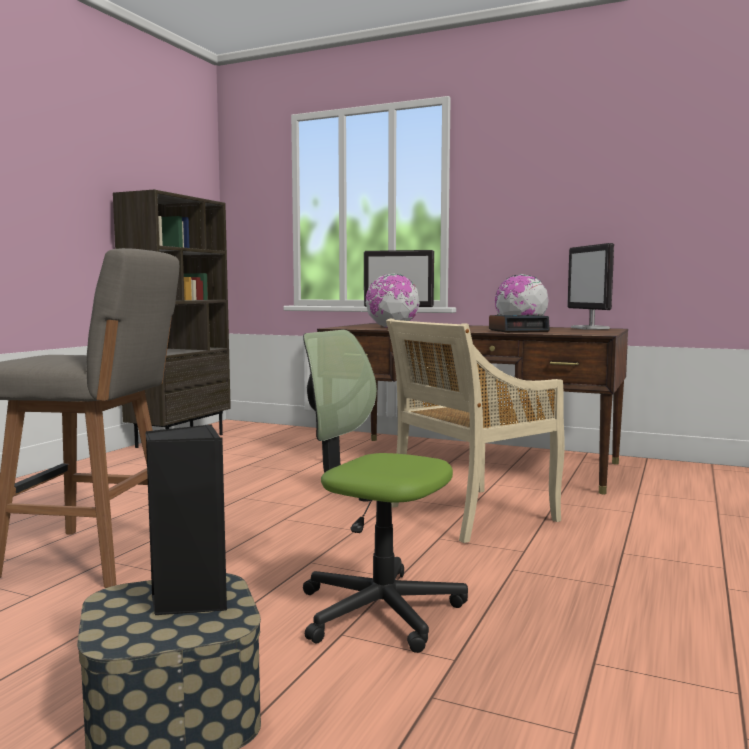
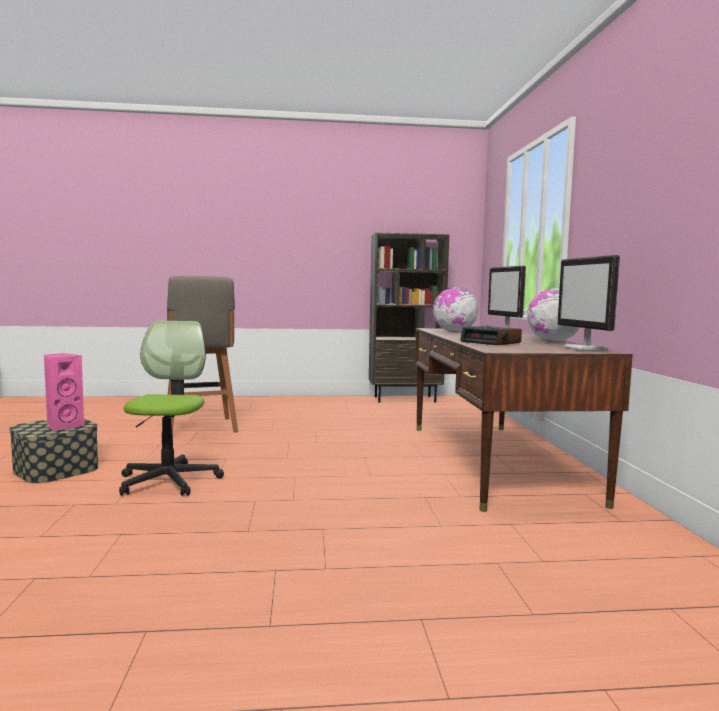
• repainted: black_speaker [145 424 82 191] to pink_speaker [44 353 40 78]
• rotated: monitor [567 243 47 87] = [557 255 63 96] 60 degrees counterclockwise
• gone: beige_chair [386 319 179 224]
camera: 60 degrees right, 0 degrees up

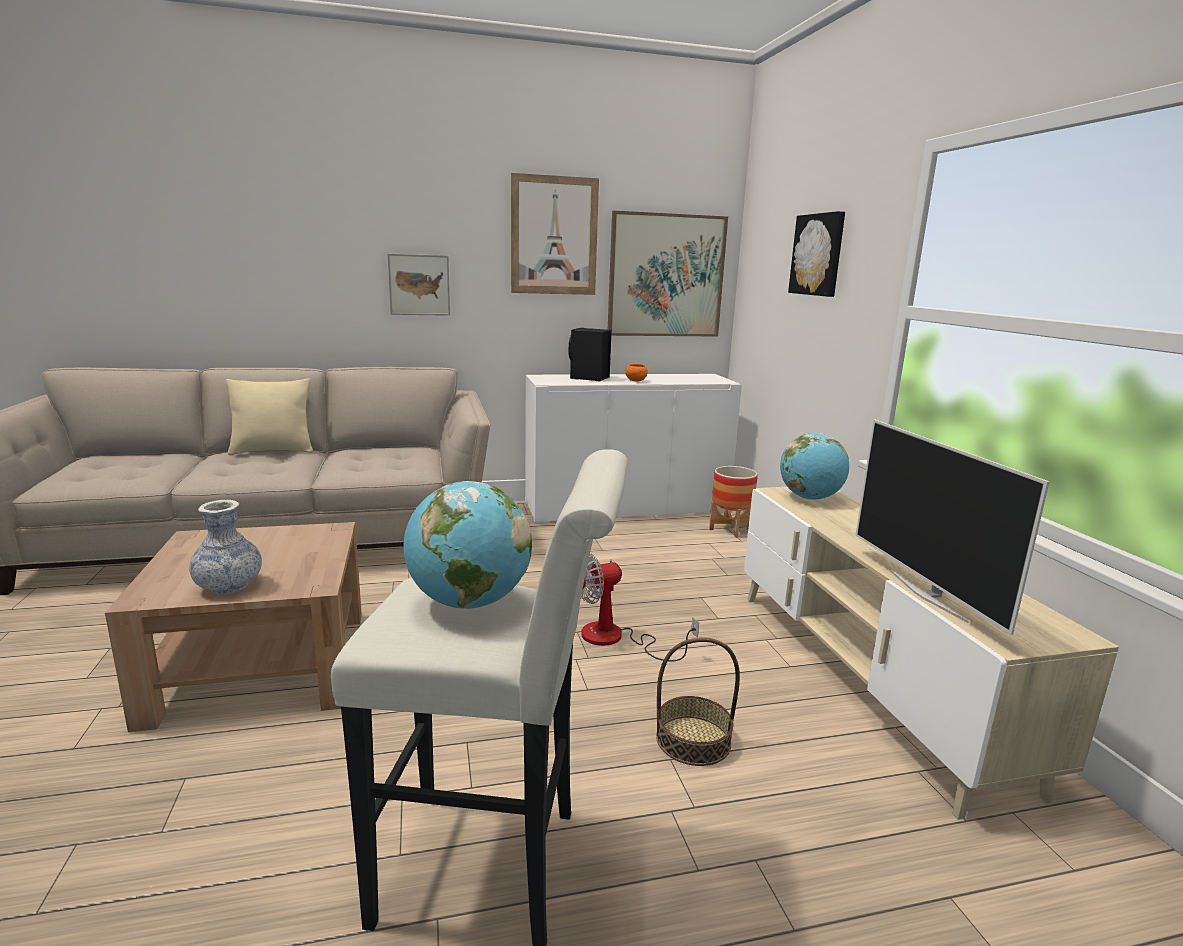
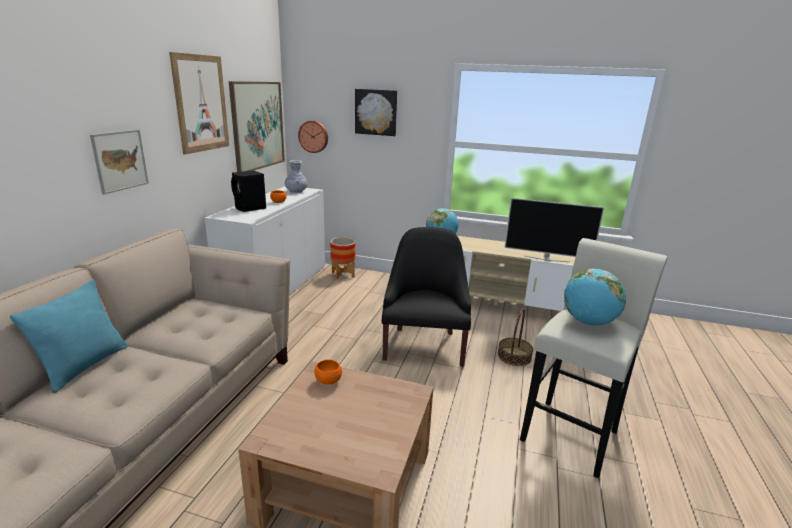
• repainted: beige_pillow [226 378 87 77] to turquoise_pillow [10 279 118 114]
• shifted: vase [189 500 73 94] to [285 160 23 33]
• new: wall_clock [298 121 30 32]
• new: orange_bowl [314 360 28 24]
• swapped: fan [581 553 118 108] to black_armchair [382 227 89 140]
camera: 60 degrees left, 5 degrees up

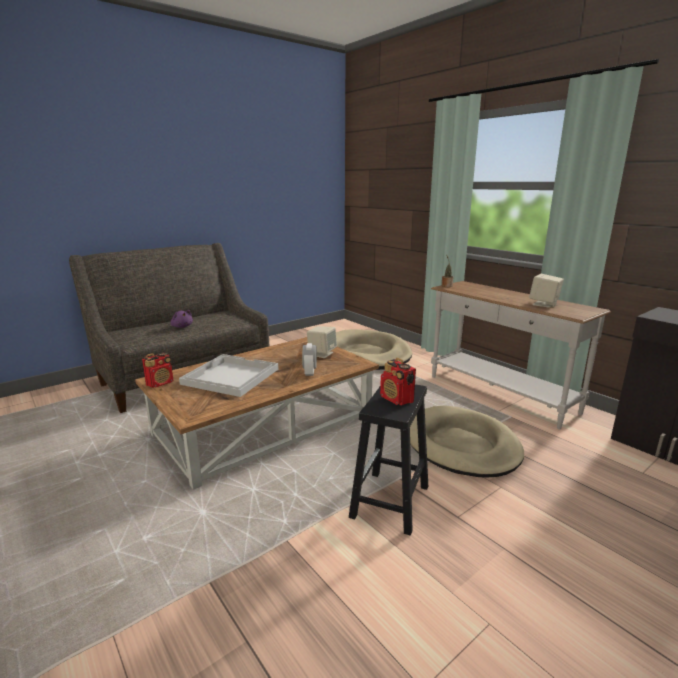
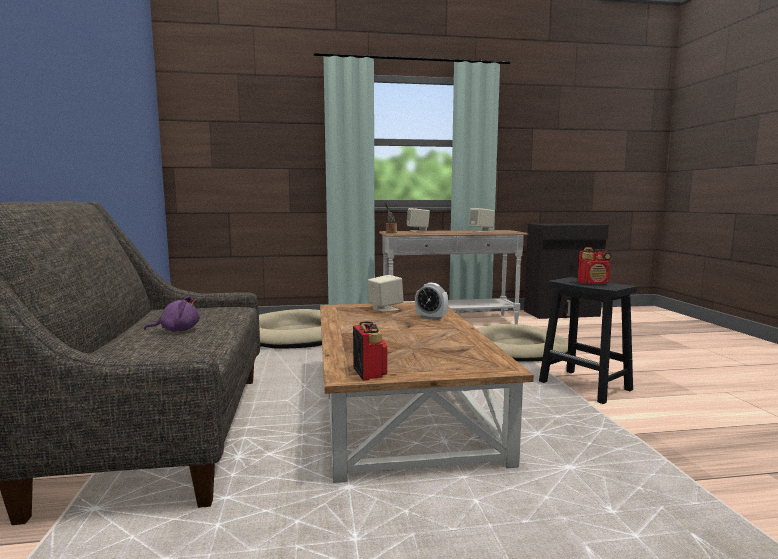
• new: beige_speaker [407 208 23 24]
• gone: white_tray [179 354 99 43]
camera: 60 degrees left, 10 degrees down

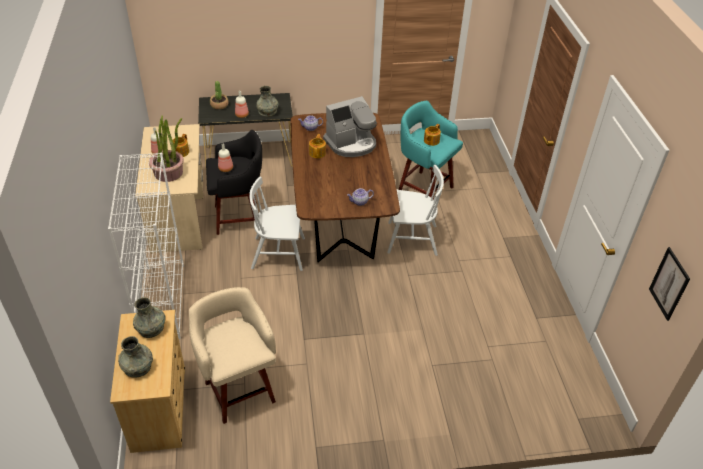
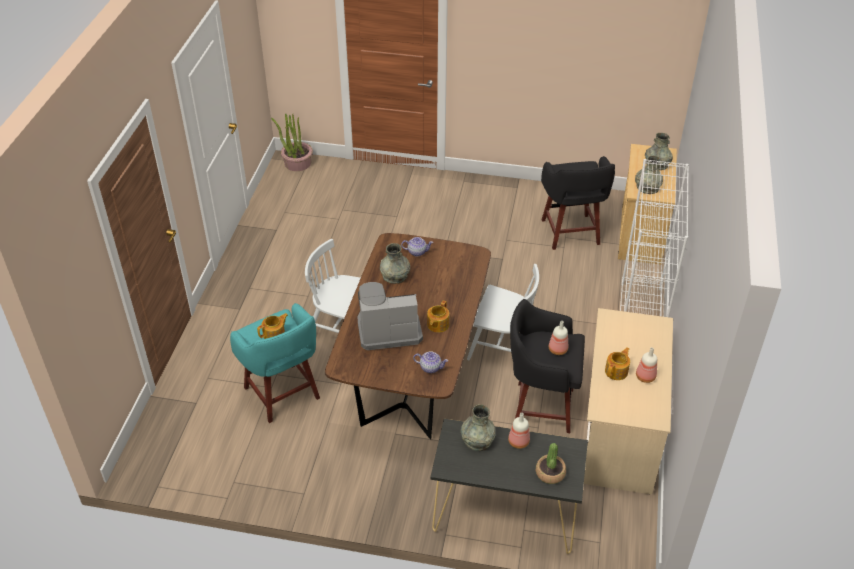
• shifted: potted_plant [149 115 35 67] to [271 113 42 58]
• new: grey_vase [380 243 30 41]
• repainted: beige_stool [189 287 87 137] to black_stool [541 156 74 94]
• gone: picture [649 247 41 74]
camera: 160 degrees left, 0 degrees up

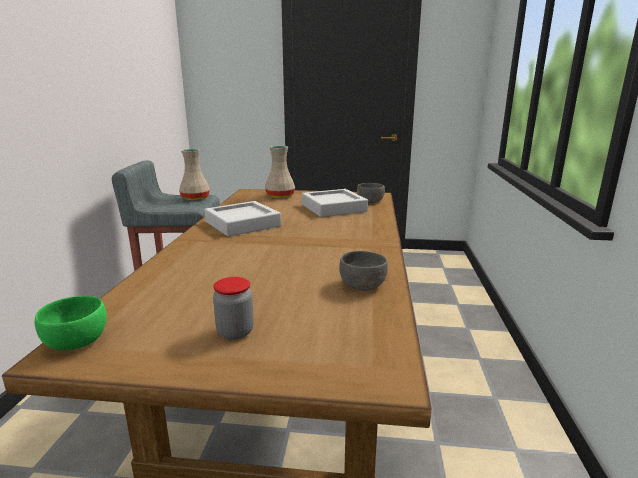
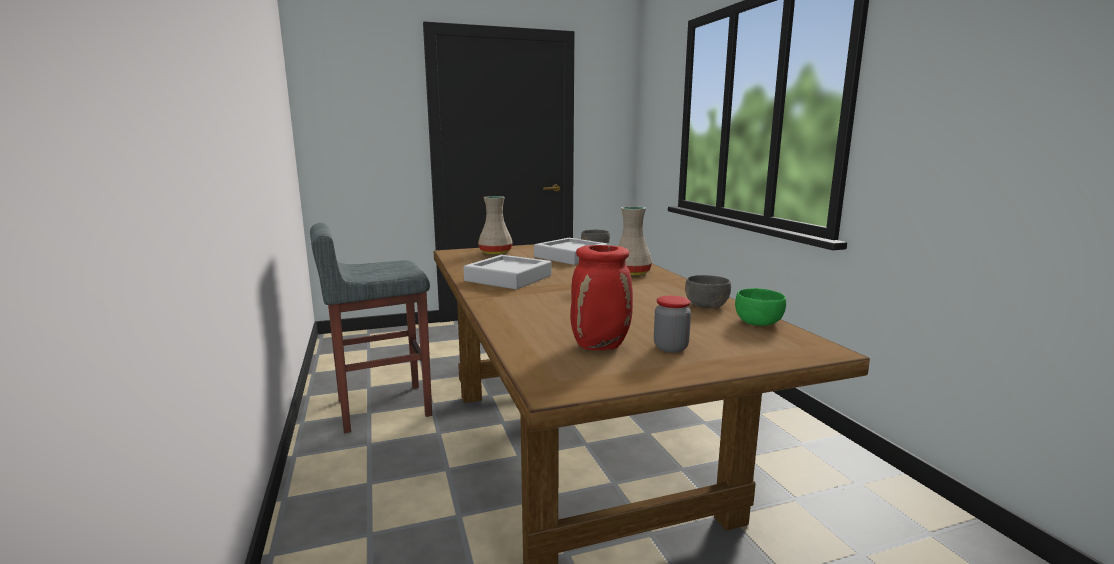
• new: red_vase [570 245 63 105]
• shifted: beige_vase [179 149 31 51] to [618 206 34 69]
• shifted: green_bowl [35 296 72 54] to [735 288 51 38]
camera: 25 degrees left, 5 degrees down

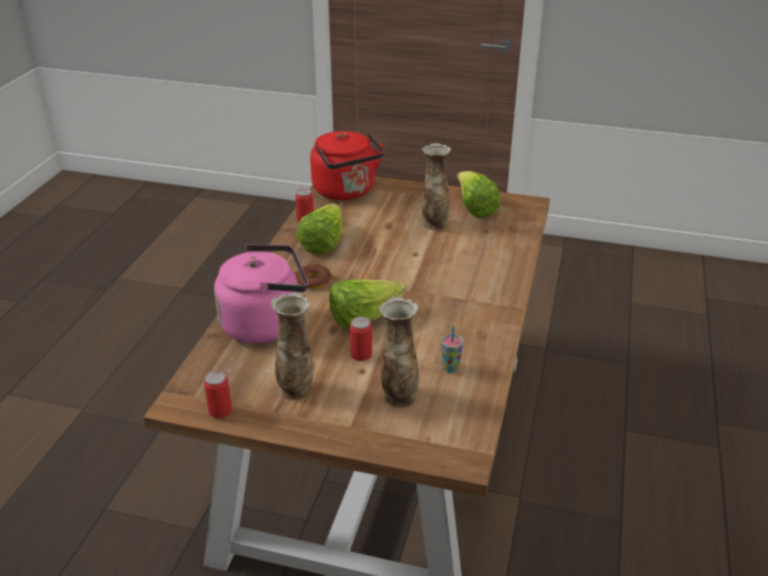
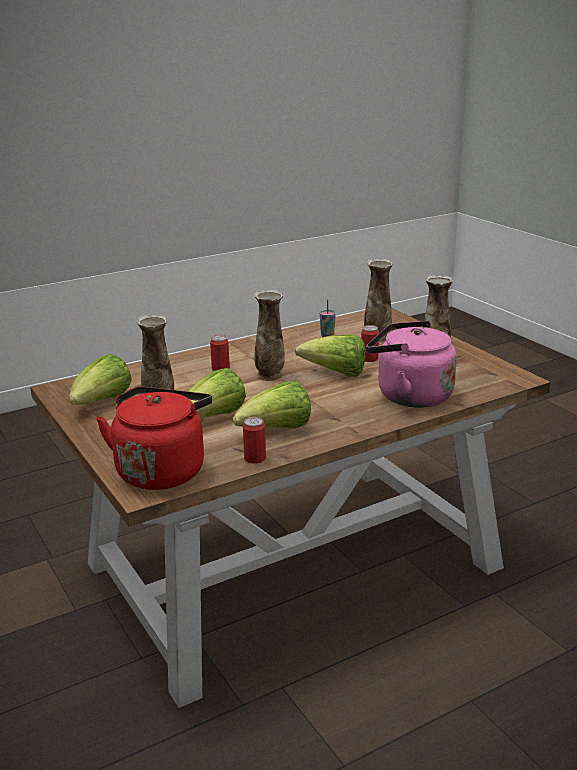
• new: lettuce [188 368 58 50]
• shifted: can [204 370 28 48] to [210 335 20 36]
• new: vase [254 290 31 91]
• gone: donut [296 264 36 25]
camera: 135 degrees left, 10 degrees down

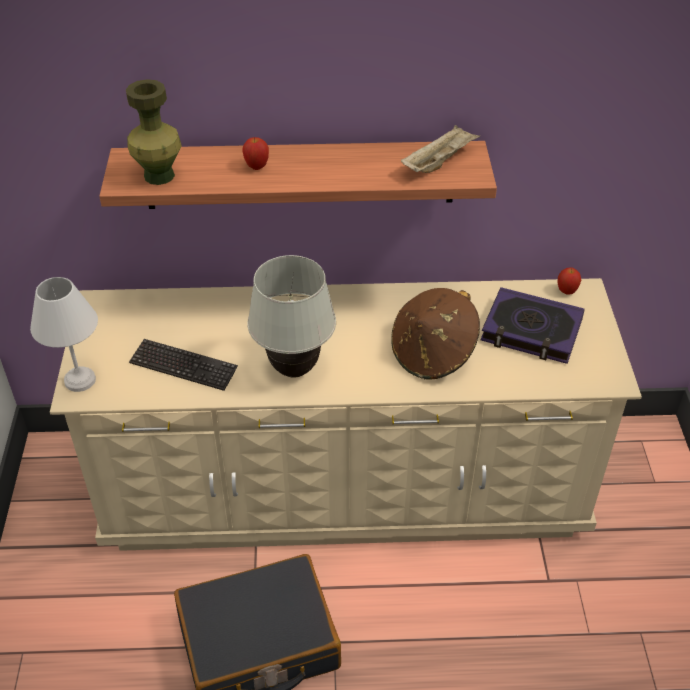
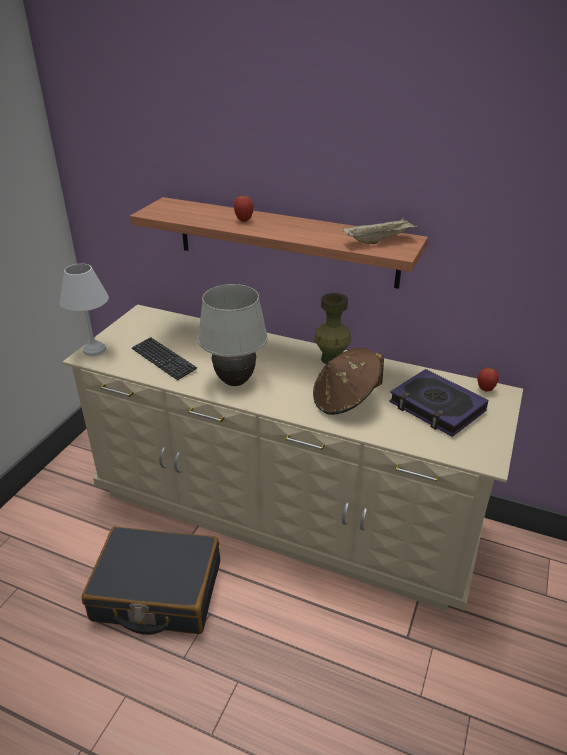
• shifted: green_vase [126 79 56 106] to [314 293 37 71]
camera: 25 degrees right, 10 degrees down

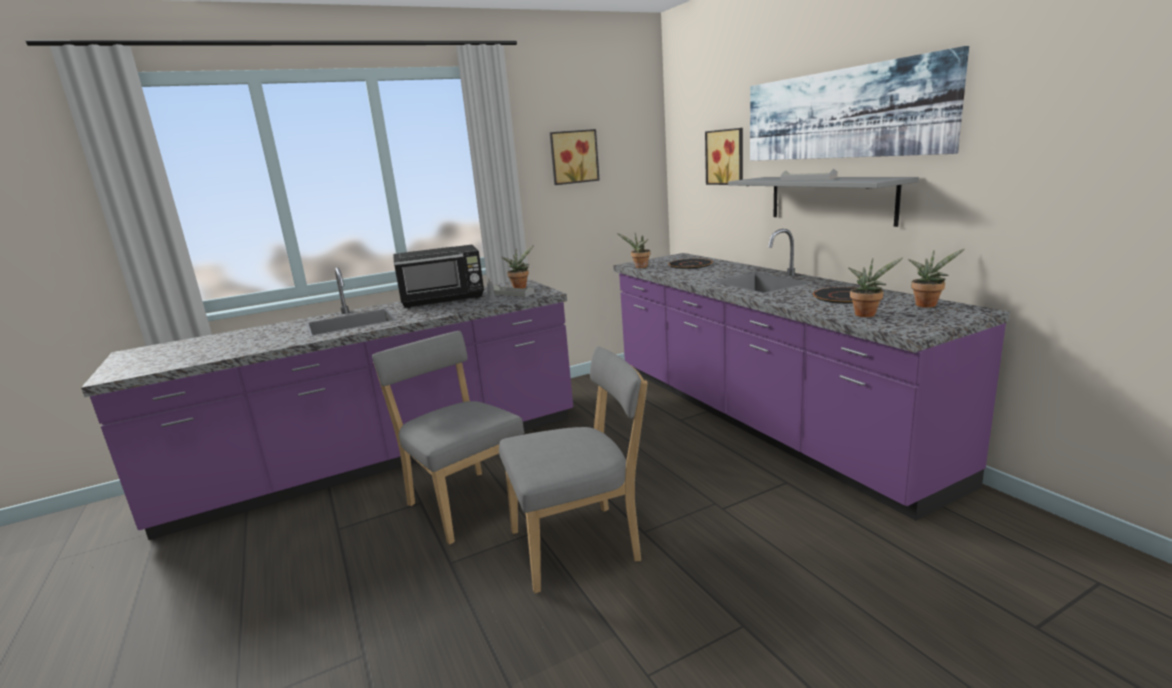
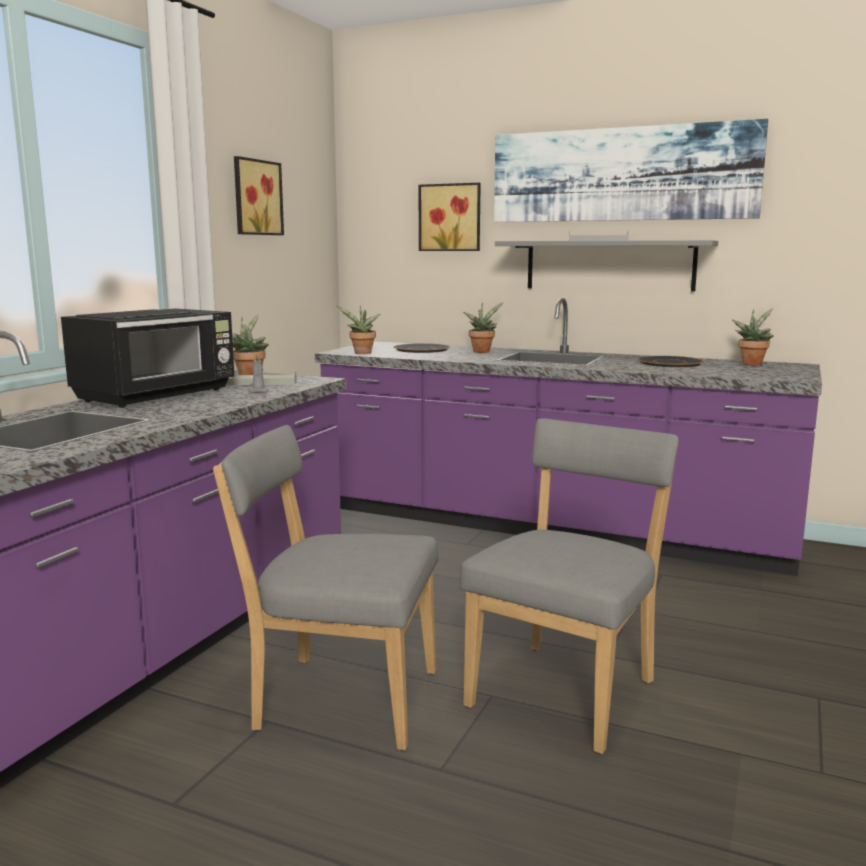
• shifted: potted_plant [848 257 56 60] to [463 302 40 51]
camera: 40 degrees left, 5 degrees down

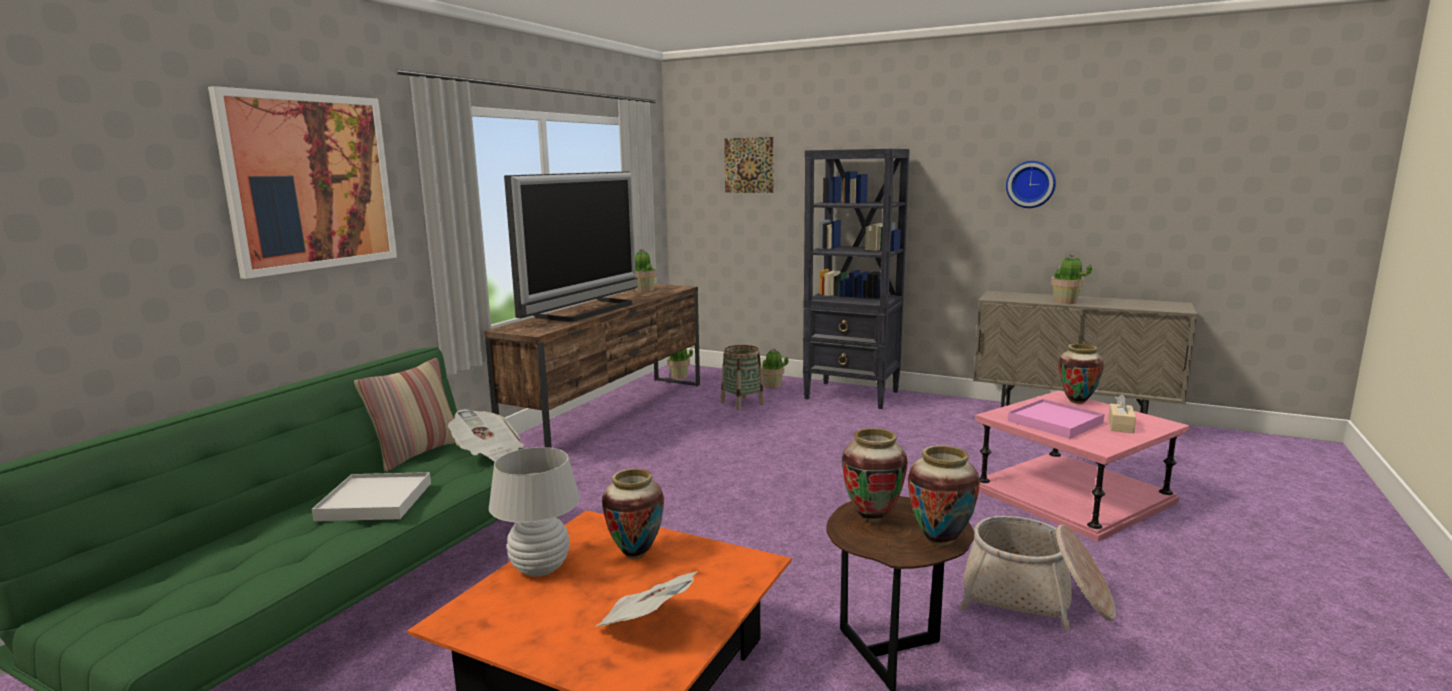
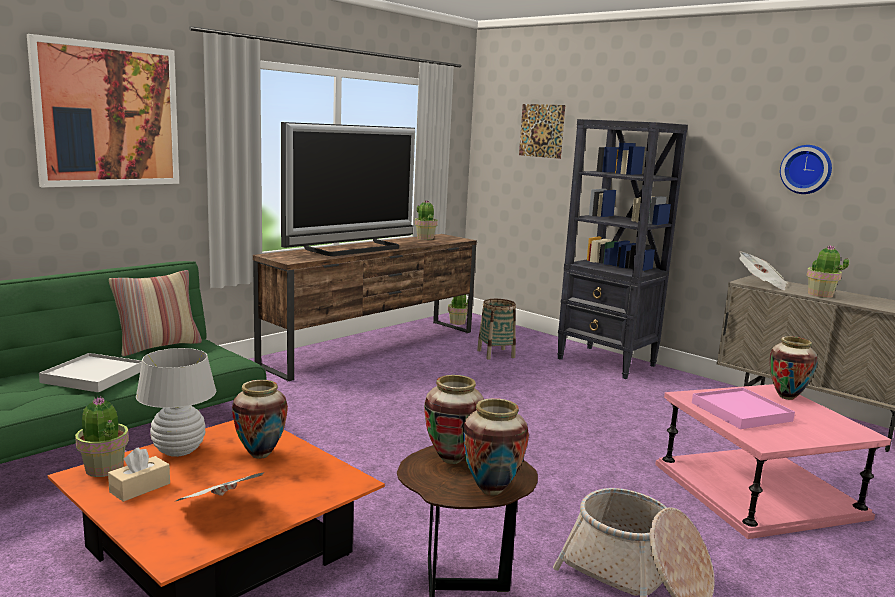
• shifted: potted_plant [761 348 28 41] to [75 396 54 81]
• shifted: beige_tissue_box [1108 394 28 39] to [108 447 62 55]
• shifted: newspaper [448 409 76 53] to [739 252 49 39]
camera: 15 degrees right, 0 degrees up

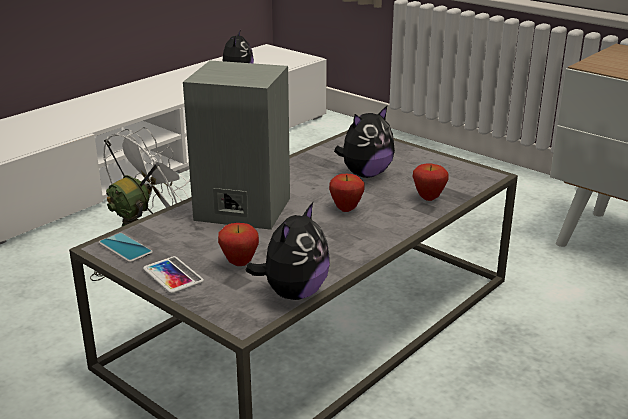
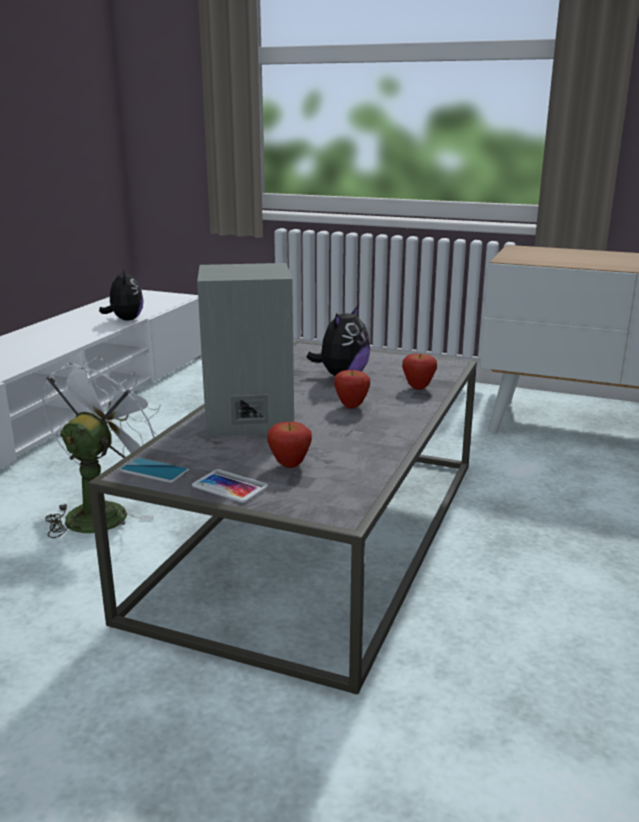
• gone: plush_toy [246 202 84 98]
camera: 20 degrees left, 5 degrees down

